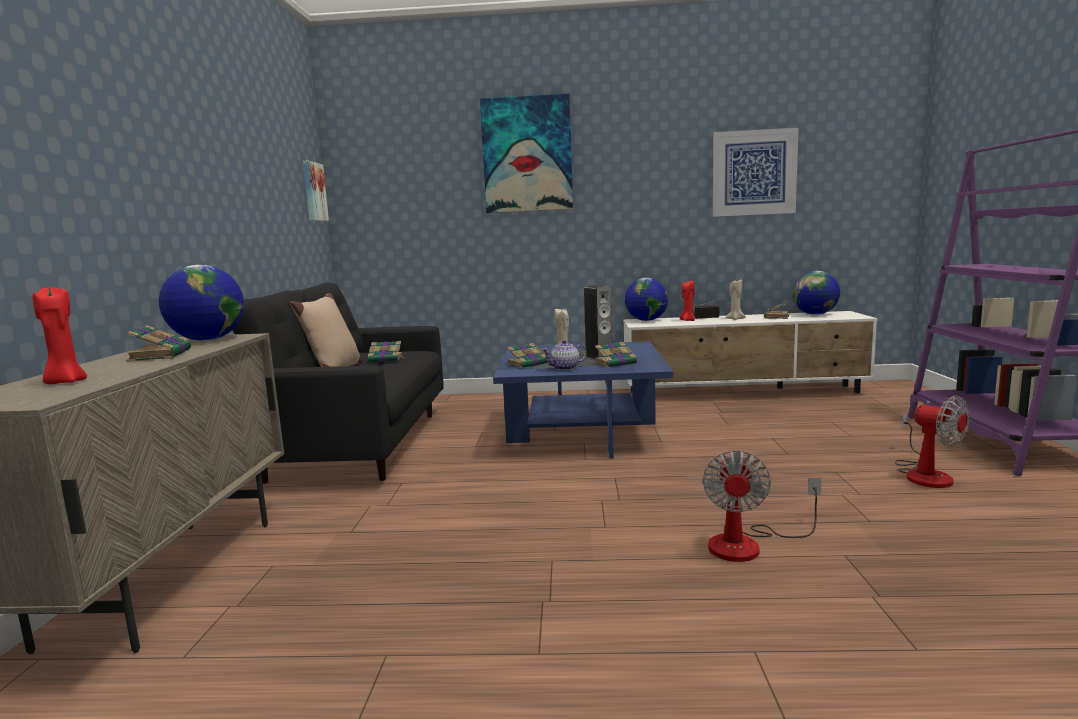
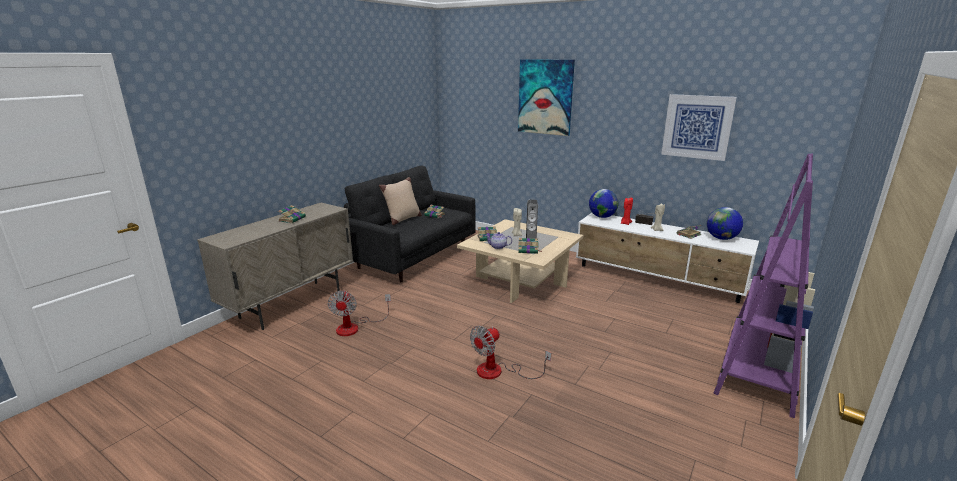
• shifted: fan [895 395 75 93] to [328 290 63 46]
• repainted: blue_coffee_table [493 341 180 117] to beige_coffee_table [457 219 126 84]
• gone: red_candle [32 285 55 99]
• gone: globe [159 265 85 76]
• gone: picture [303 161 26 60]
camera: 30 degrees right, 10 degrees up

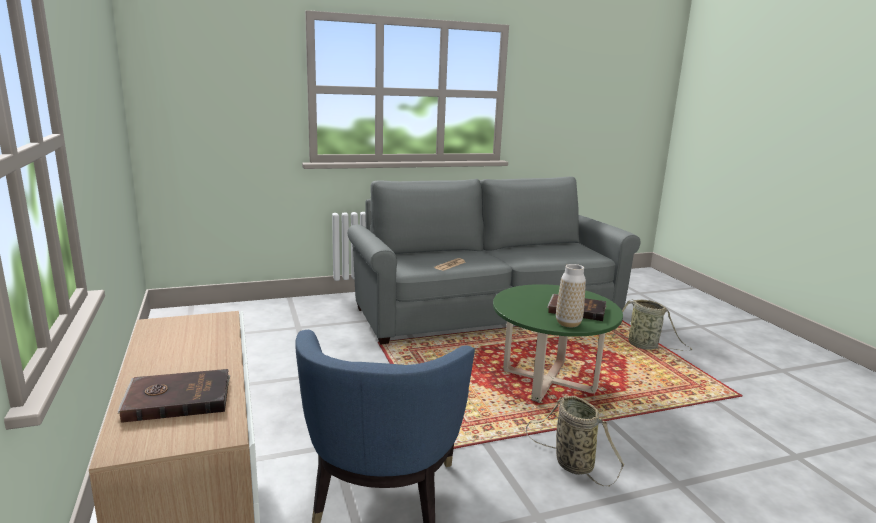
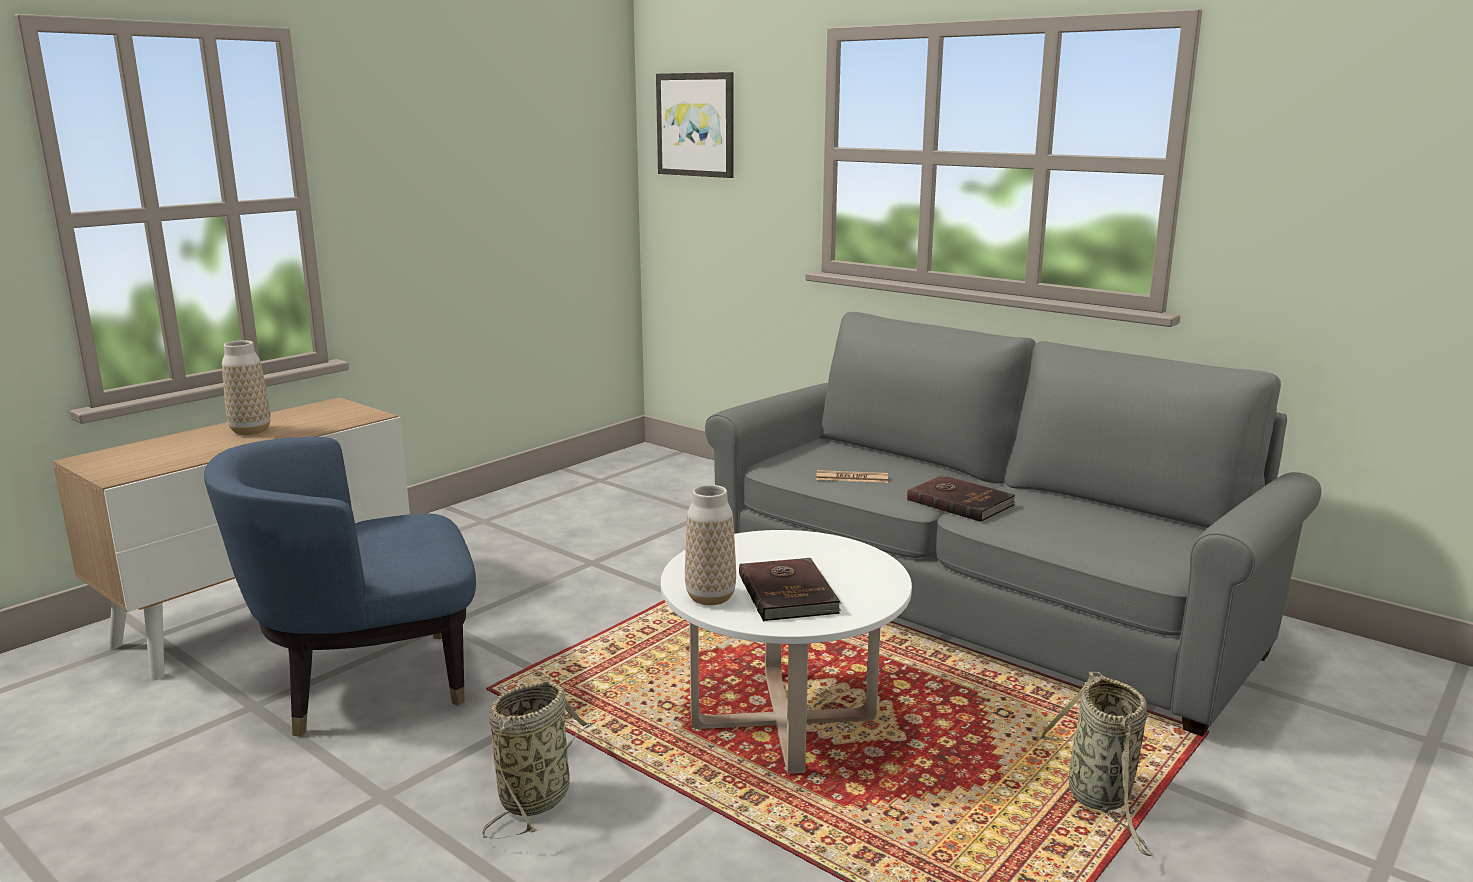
• new: vase [222 340 49 95]
• new: picture [656 72 78 106]
• repainted: green_coffee_table [493 284 130 118] to white_coffee_table [661 530 251 244]
• shifted: brown_book [118 369 112 54] to [907 475 109 47]
camera: 60 degrees right, 0 degrees up

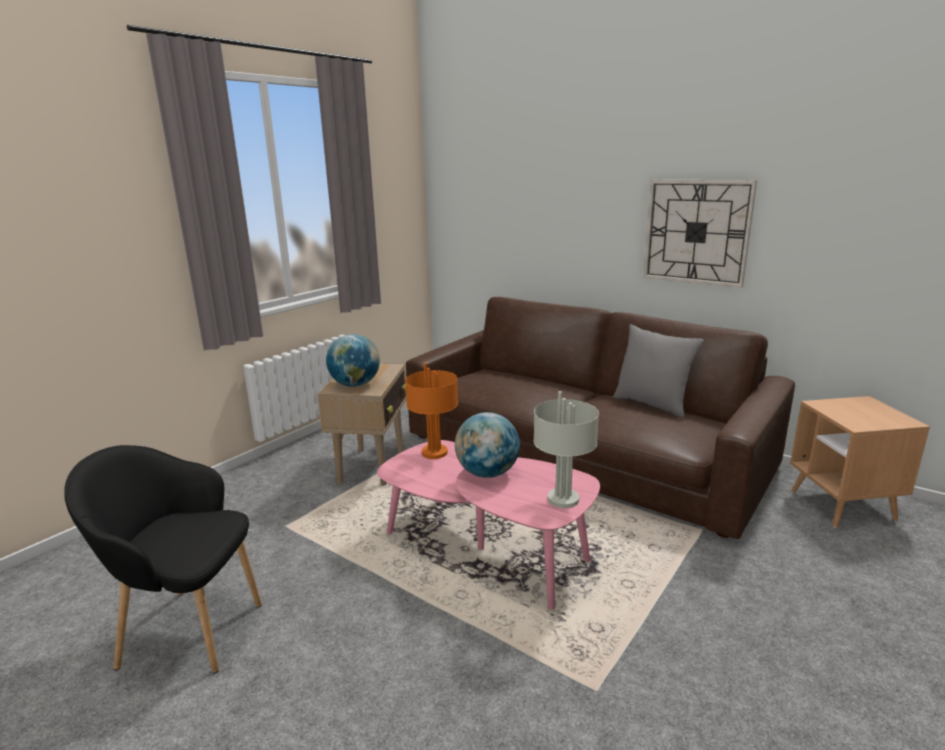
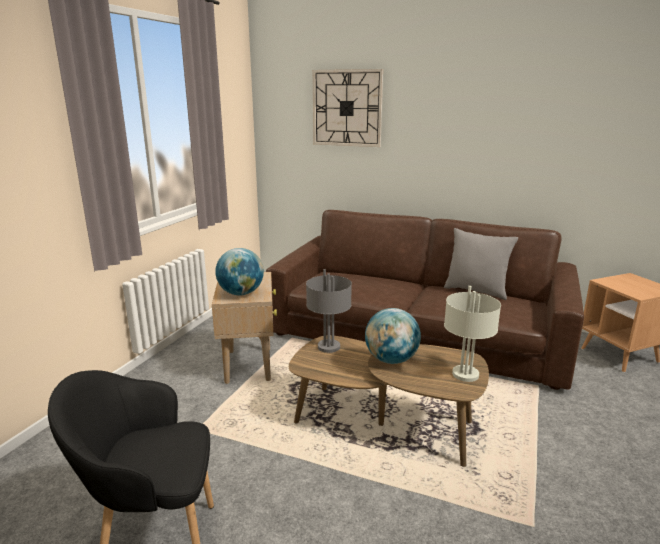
• repainted: pink_coffee_table [377 440 223 170] to brown_coffee_table [289 335 200 132]
• repainted: orange_table_lamp [405 362 53 97] to grey_table_lamp [306 269 46 84]
• shifted: wall_clock [643 180 114 108] to [313 69 70 78]
camera: 15 degrees left, 0 degrees up

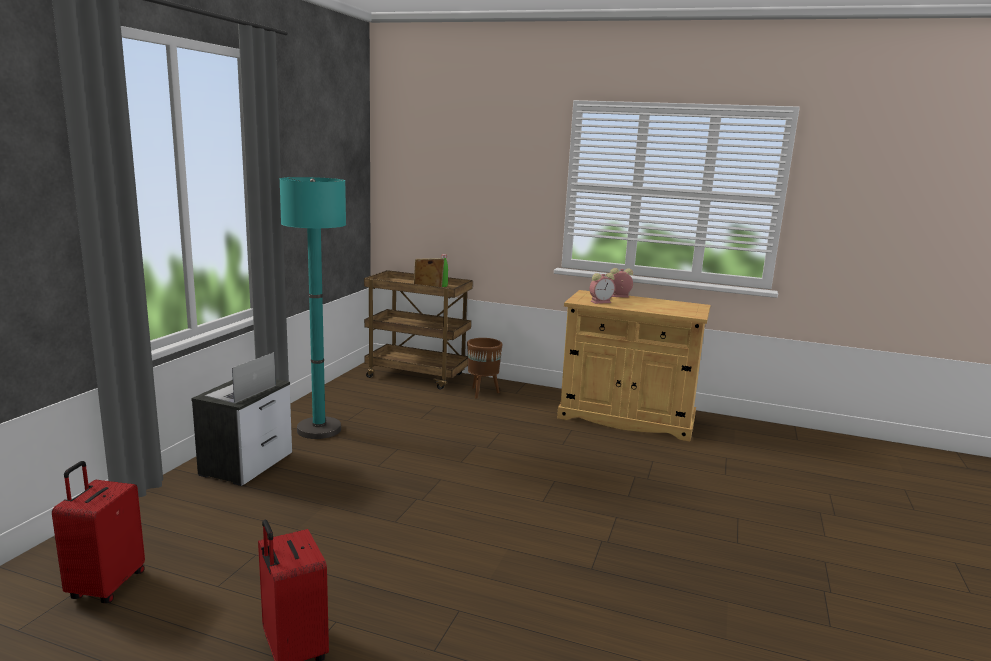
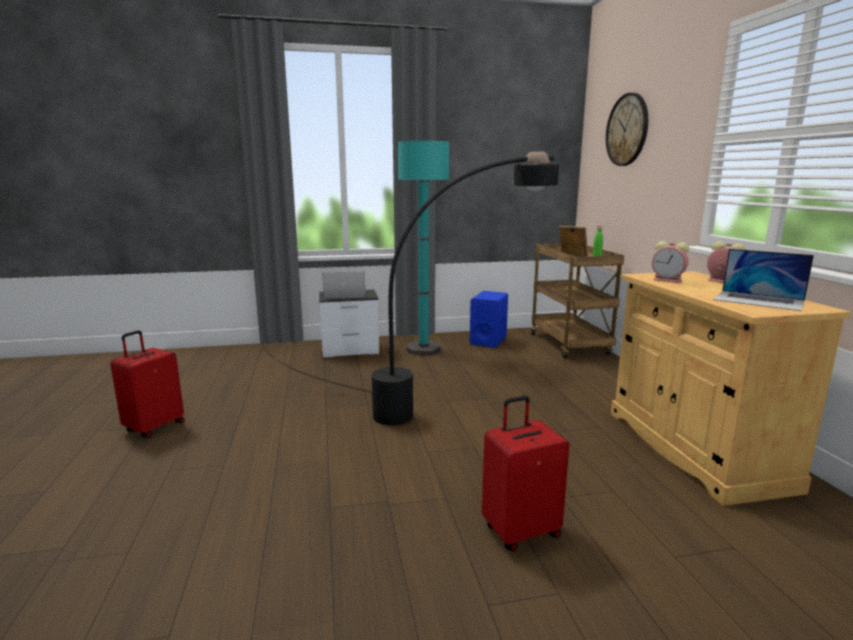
• new: black_floor_lamp [261 150 298 275]
• new: blue_speaker [470 291 38 57]
• shifted: red_suitcase [52 461 93 142] to [482 396 87 155]
• new: wall_clock [606 93 42 73]
• new: laptop [714 249 100 62]
• gone: brown_planter [467 338 36 60]
camera: 60 degrees right, 0 degrees up

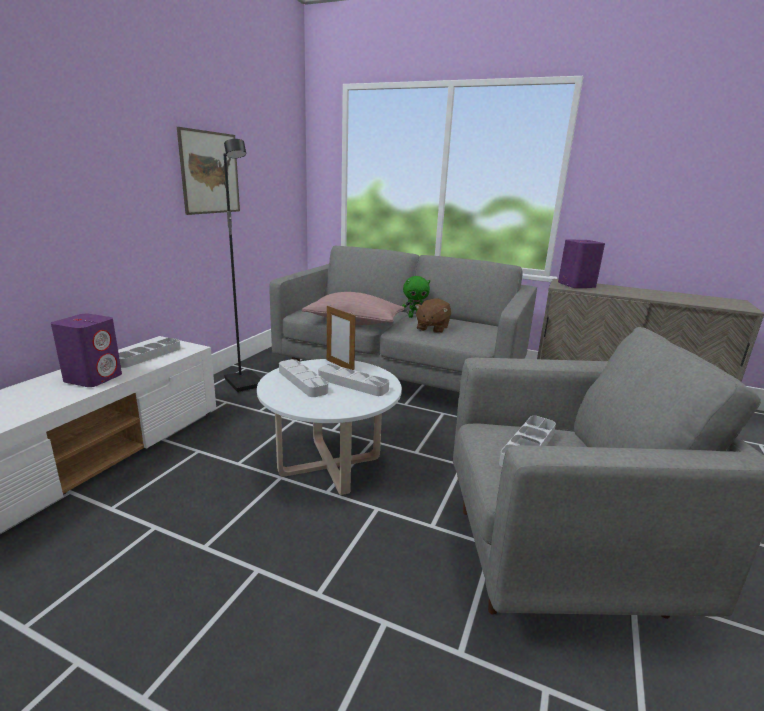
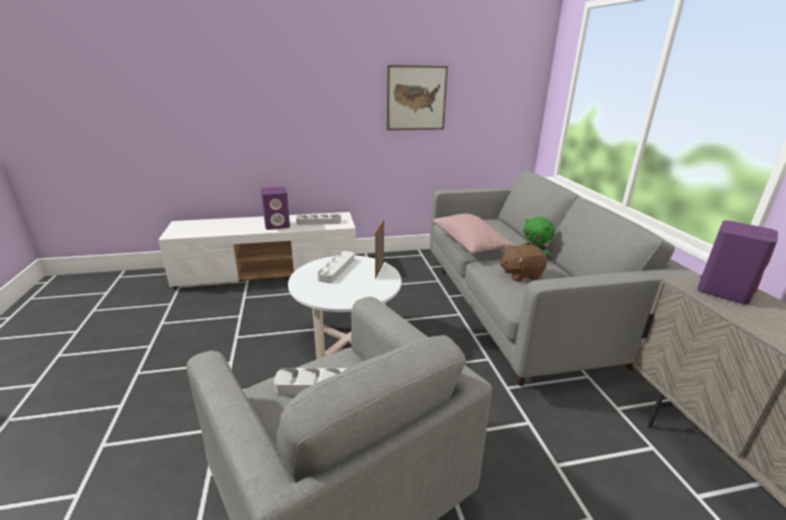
• gone: black_floor_lamp [223 139 38 254]
• gone: grey_tray [318 364 71 32]
camera: 55 degrees right, 5 degrees up

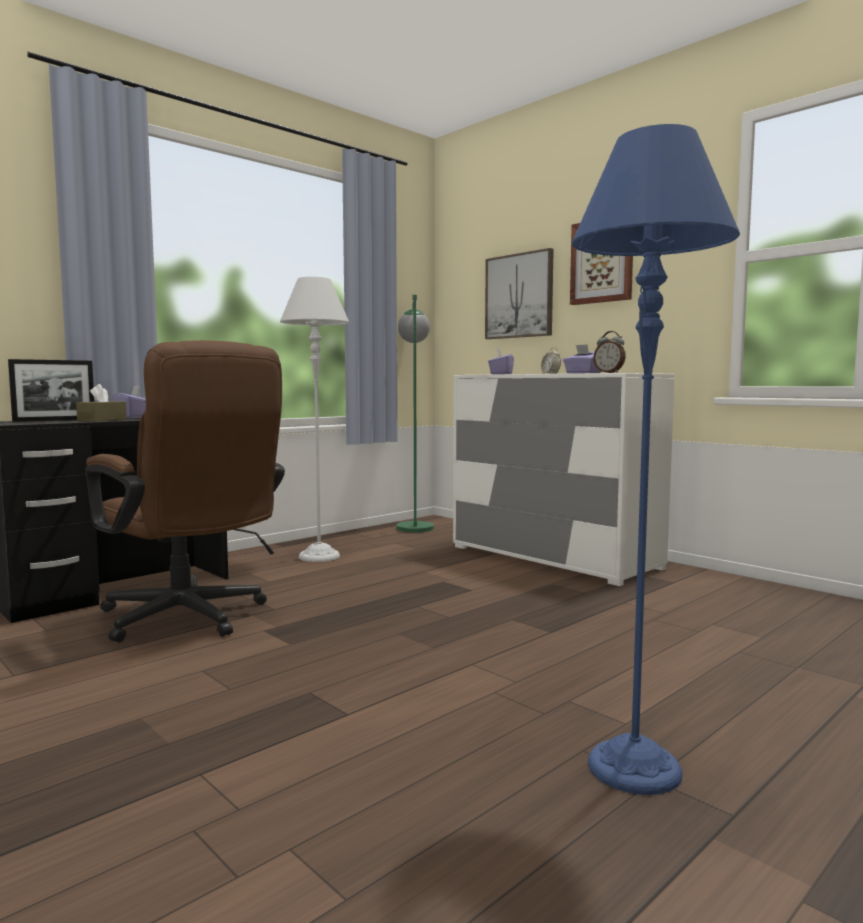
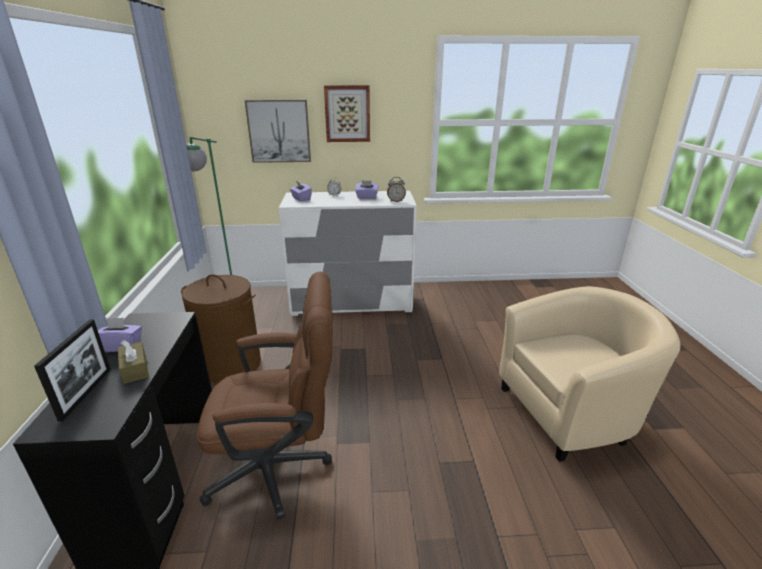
• swapped: grey_floor_lamp [280 277 69 285] to brown_laundry_basket [181 274 80 109]
• swapped: blue_floor_lamp [572 124 168 671] to beige_armchair [499 286 181 176]
camera: 50 degrees left, 20 degrees up

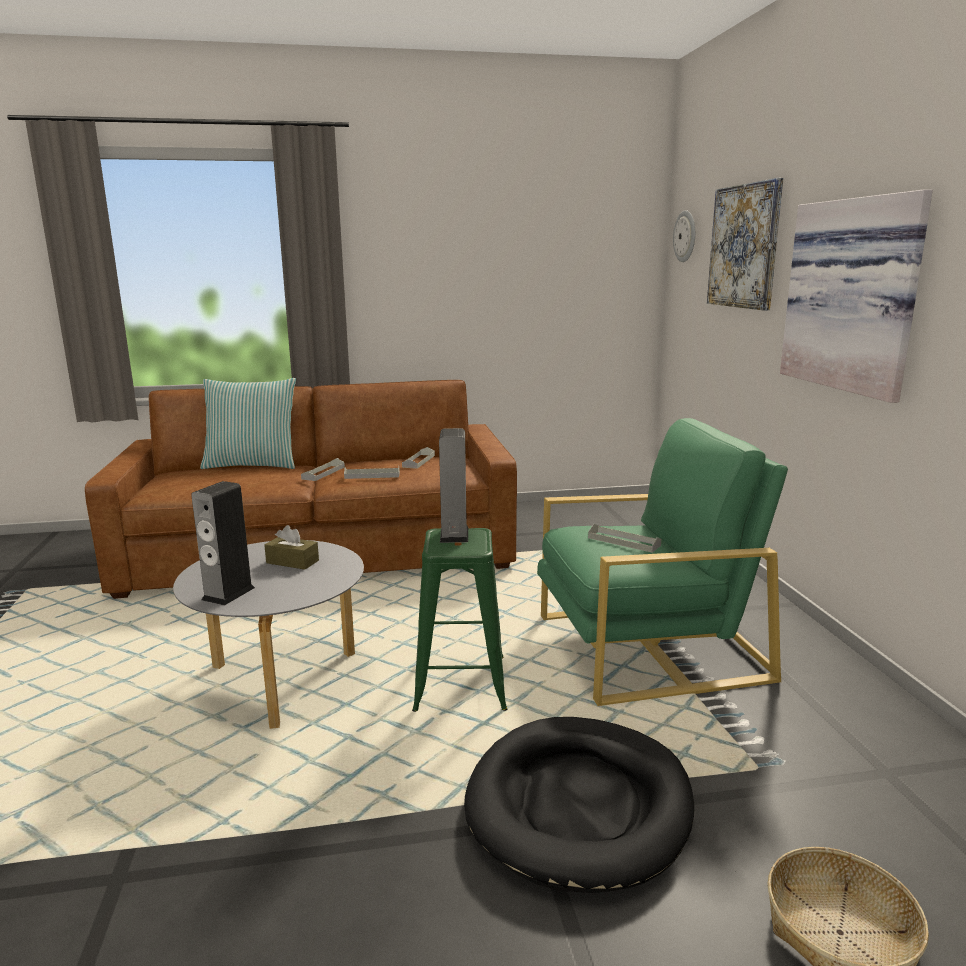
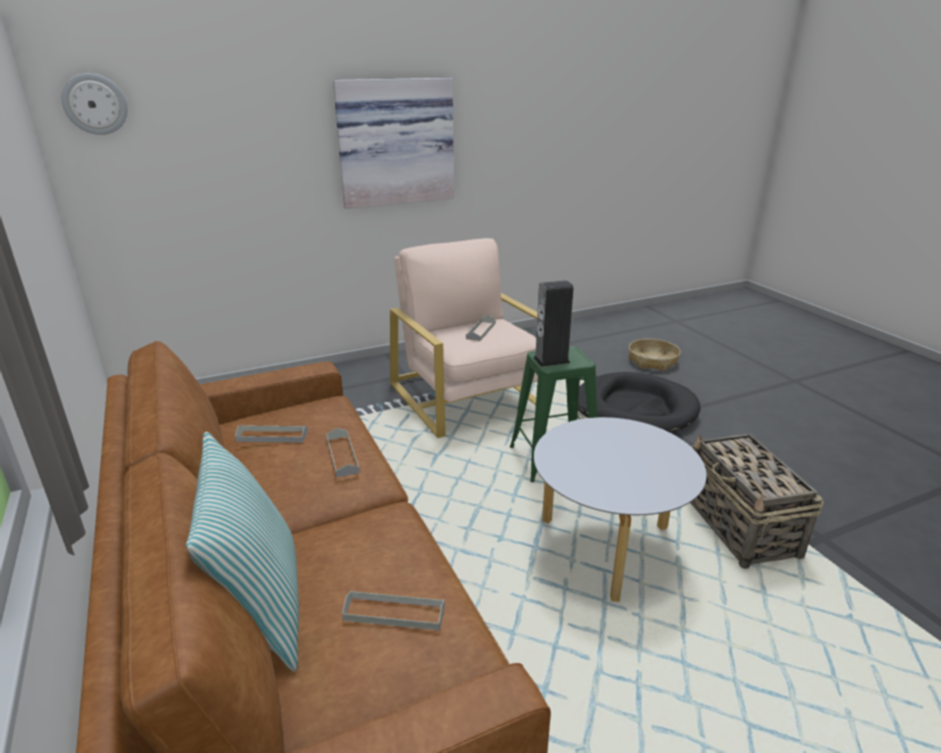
• shifted: grey_tray [301 458 44 23] to [342 590 103 40]
• repainted: green_armchair [537 418 251 288] to beige_armchair [390 238 148 200]
• new: basket [690 434 133 135]
• gone: speaker [191 481 64 125]
• gone: brown_tissue_box [264 525 55 45]
• gone: picture [707 178 76 132]
camera: 105 degrees left, 10 degrees up

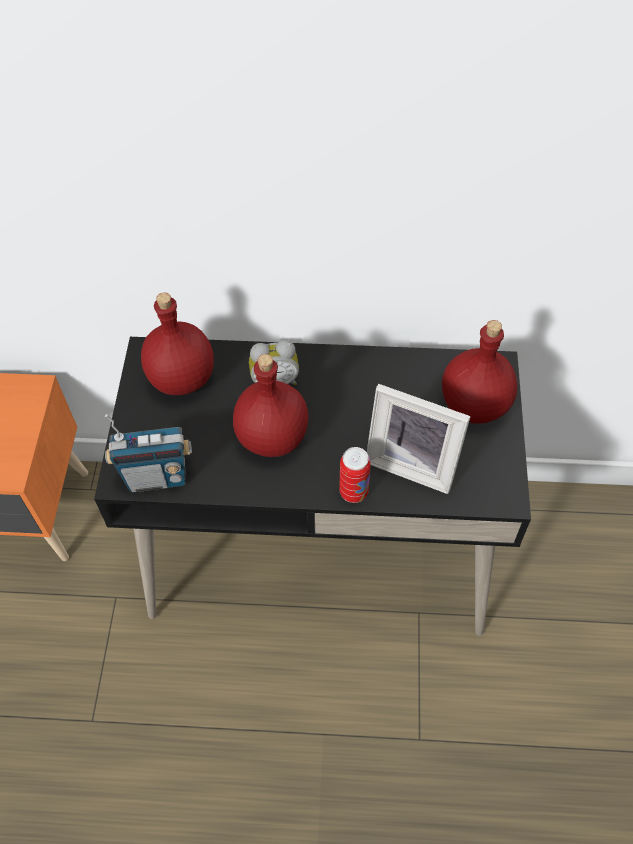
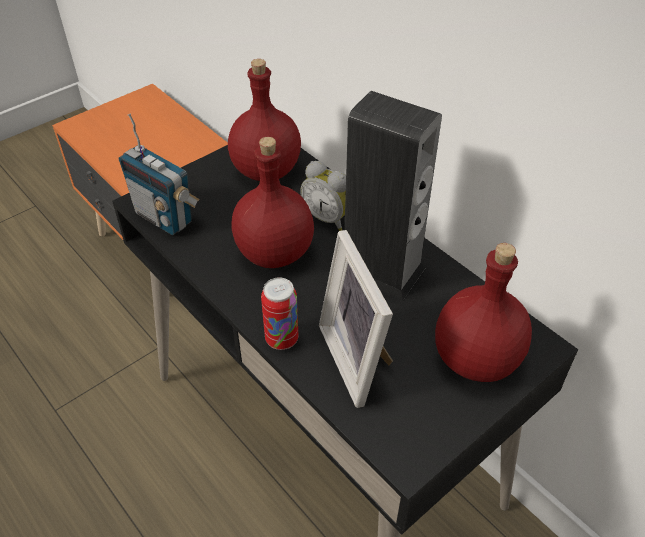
• new: speaker [344 91 98 209]
camera: 45 degrees right, 10 degrees down

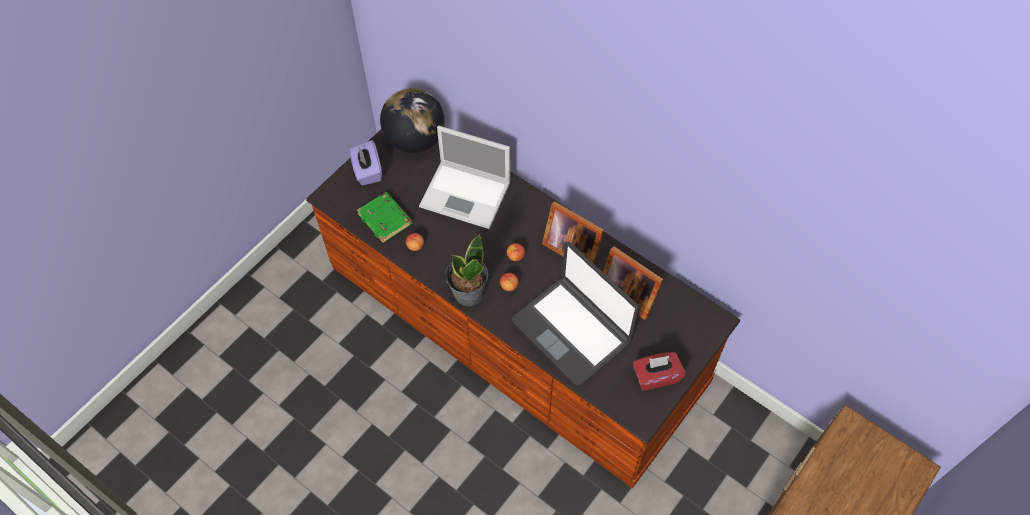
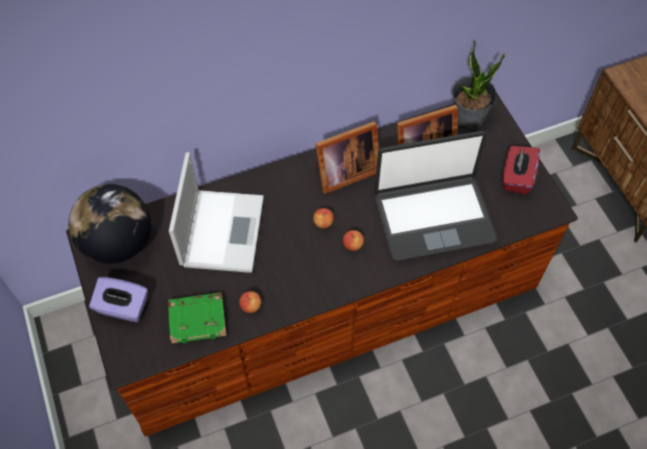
• rotated: laptop [419 125 92 104] = [169 152 95 121] 45 degrees counterclockwise
• shifted: potted_plant [445 234 43 72] to [452 41 53 89]
camera: 60 degrees left, 0 degrees up

